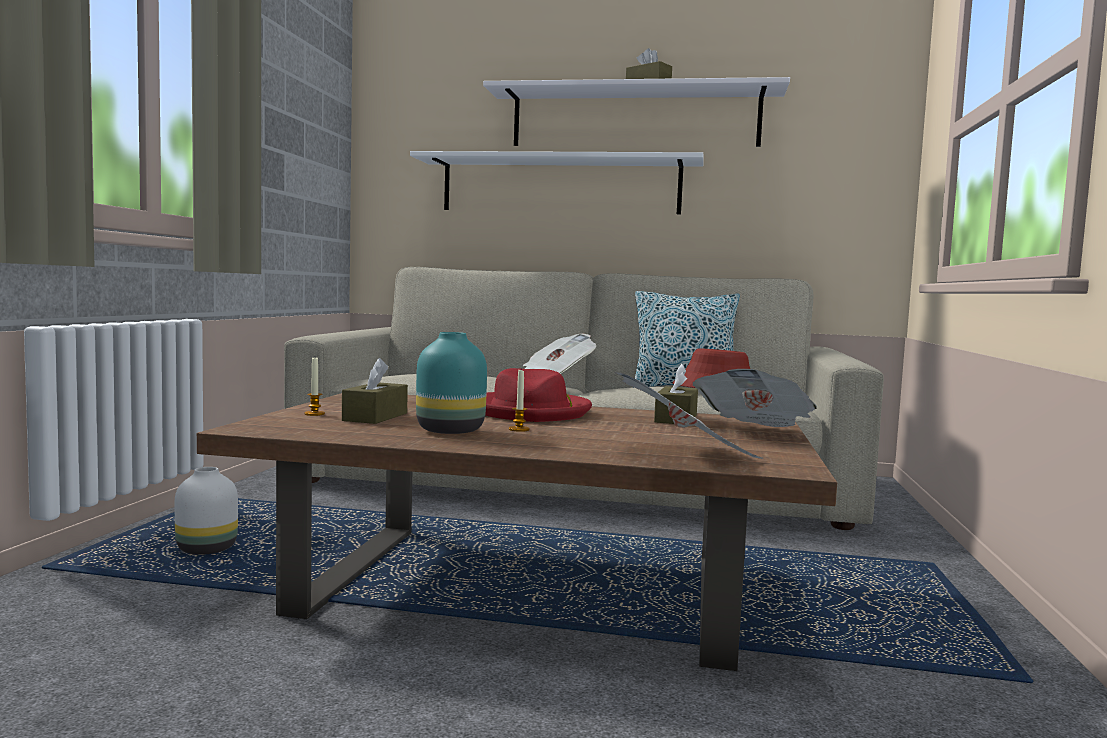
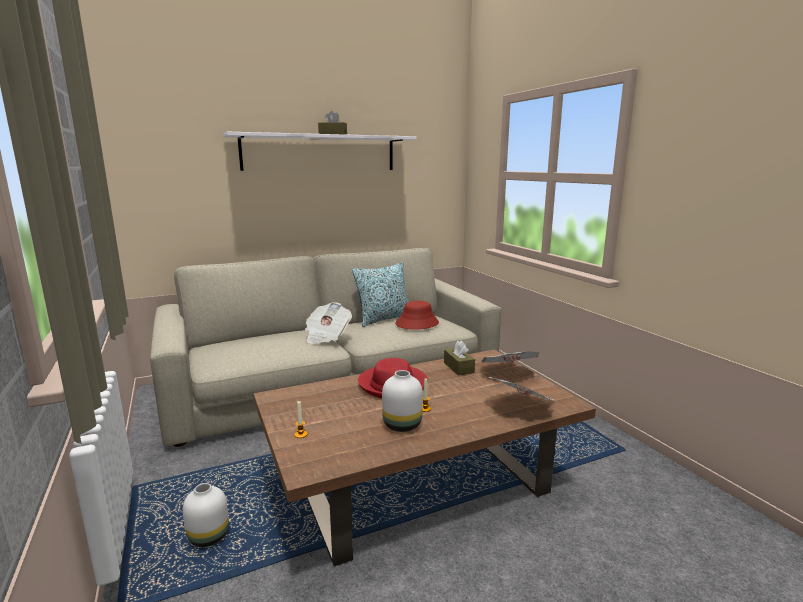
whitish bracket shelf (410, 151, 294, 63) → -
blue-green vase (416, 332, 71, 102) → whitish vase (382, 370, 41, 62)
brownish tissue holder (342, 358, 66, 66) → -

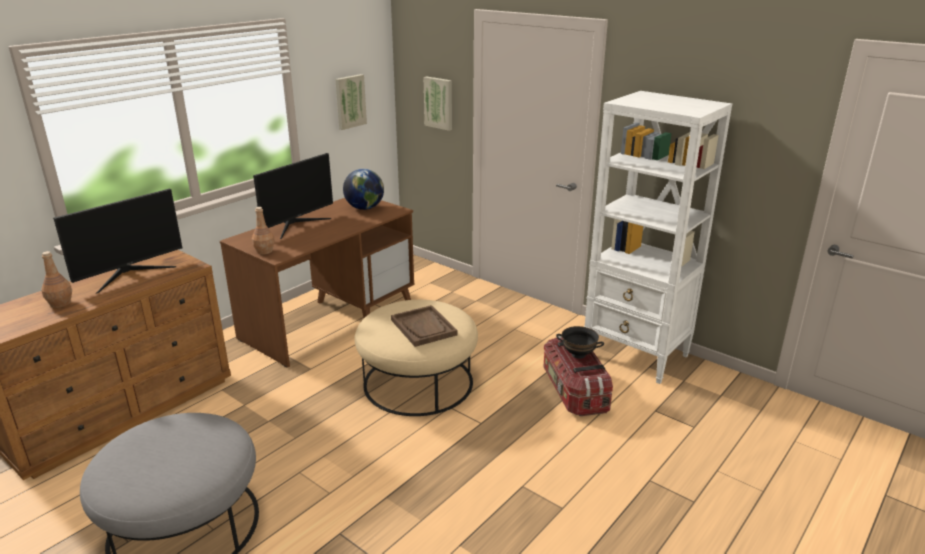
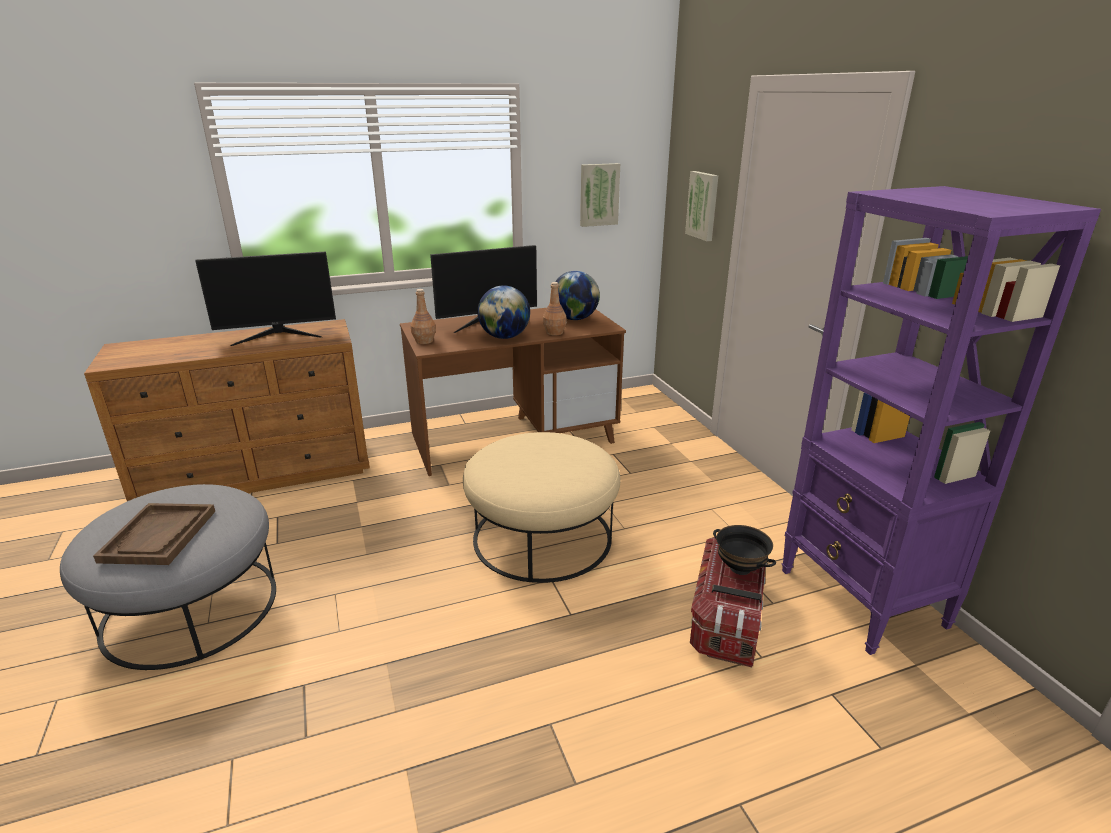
whitish bookcase (584, 91, 148, 293) → purplish bookcase (782, 186, 319, 469)
brownish beverage bottle (41, 251, 31, 57) → brownish beverage bottle (543, 282, 24, 54), shifted
brownish serving tray (391, 305, 66, 42) → brownish serving tray (93, 503, 122, 62), shifted
- → globe (477, 286, 53, 53)

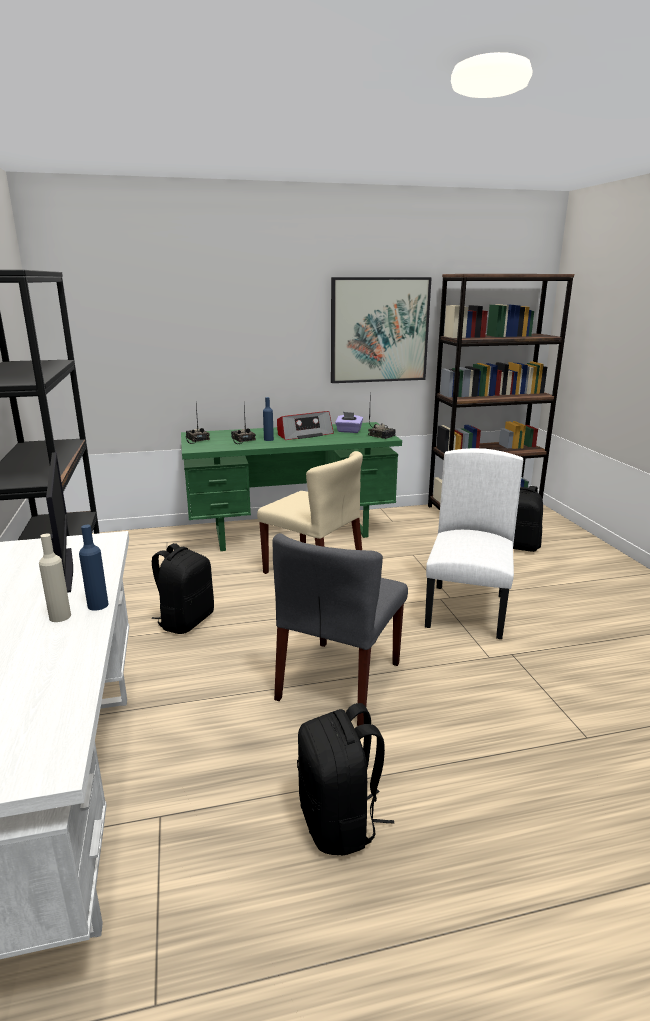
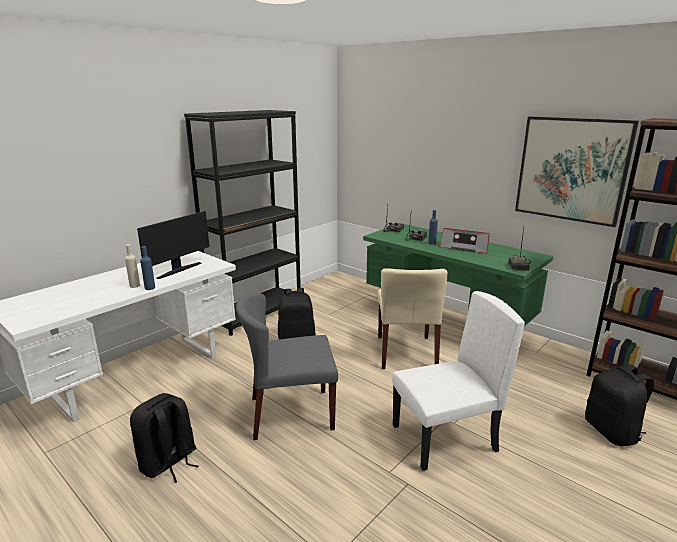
purplish tissue holder (335, 412, 28, 21) → -

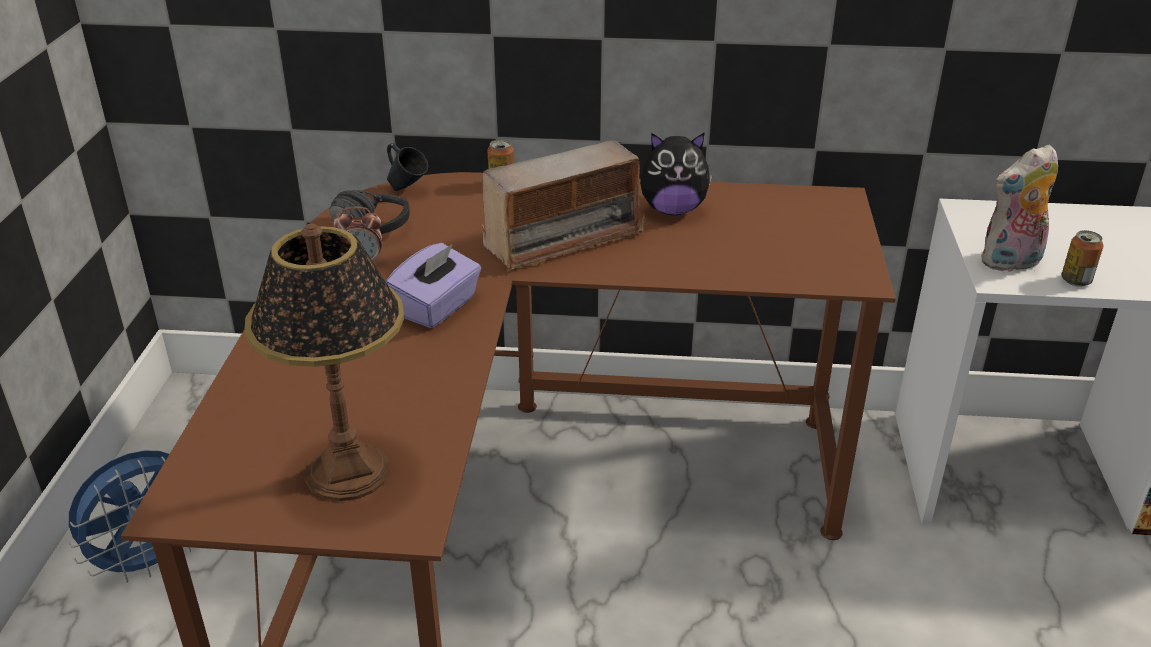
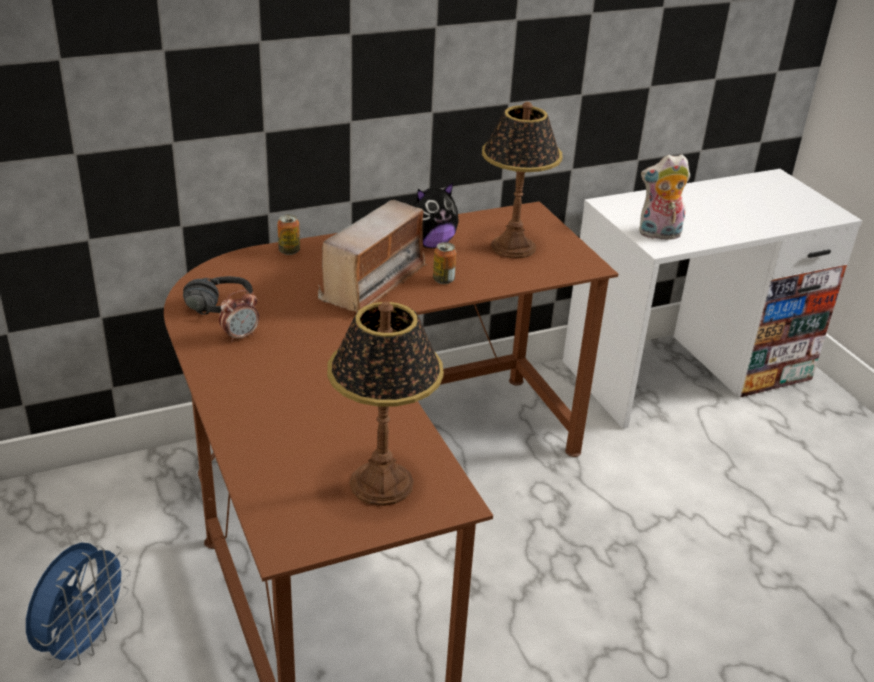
blue-coloured mug (387, 143, 41, 48) → -
plush toy (981, 144, 77, 128) → plush toy (639, 154, 51, 85), 45 degrees clockwise
metal can (1061, 230, 43, 57) → metal can (433, 242, 24, 42), shifted
purplish tissue holder (386, 243, 95, 85) → -
- → lamp for a table (482, 102, 81, 156)

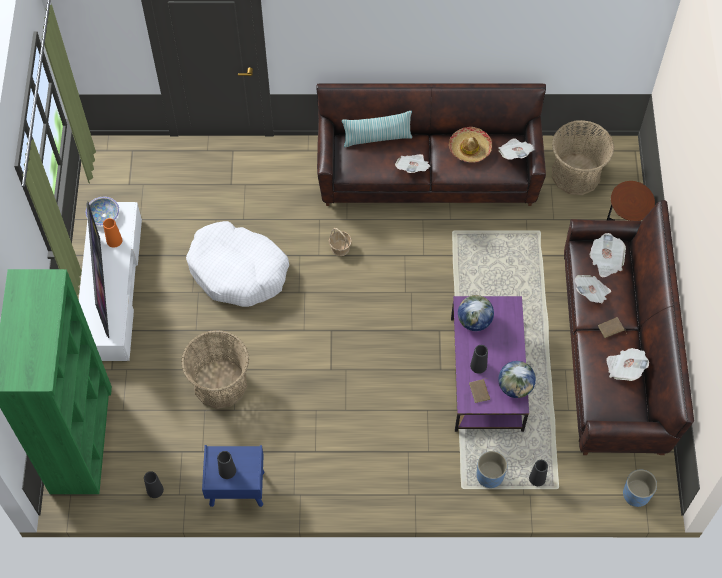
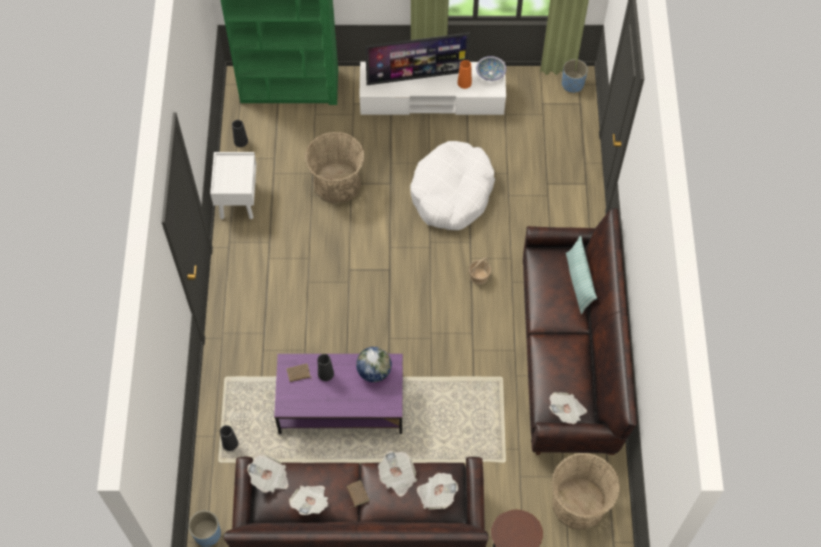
clothing hat (449, 127, 43, 35) → -
printed paper (395, 154, 35, 19) → printed paper (247, 454, 41, 39), shifted
globe (498, 361, 38, 37) → -
blue-coloured night table (202, 445, 62, 62) → whitish night table (210, 152, 47, 67)
blackish vase (217, 451, 19, 28) → -
blue-coloured flower pot (476, 451, 32, 37) → blue-coloured flower pot (562, 59, 26, 34), shifted

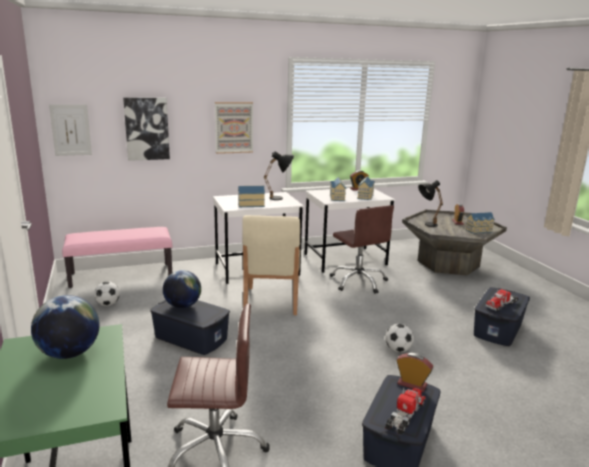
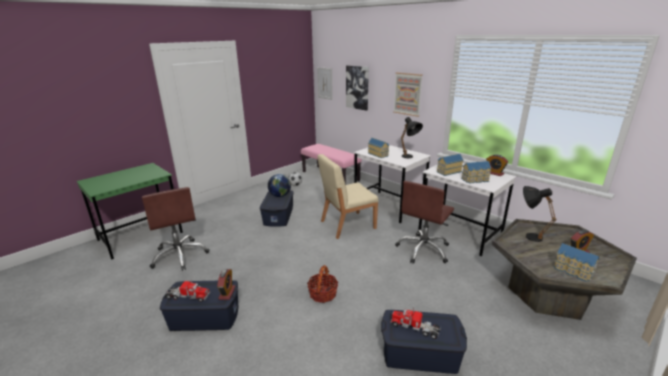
globe (31, 295, 69, 64) → -
football ball (385, 324, 29, 28) → basket (307, 265, 31, 38)

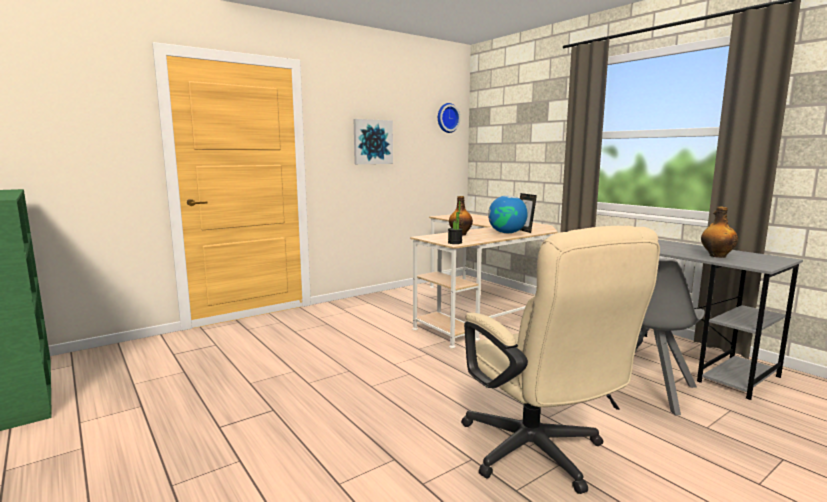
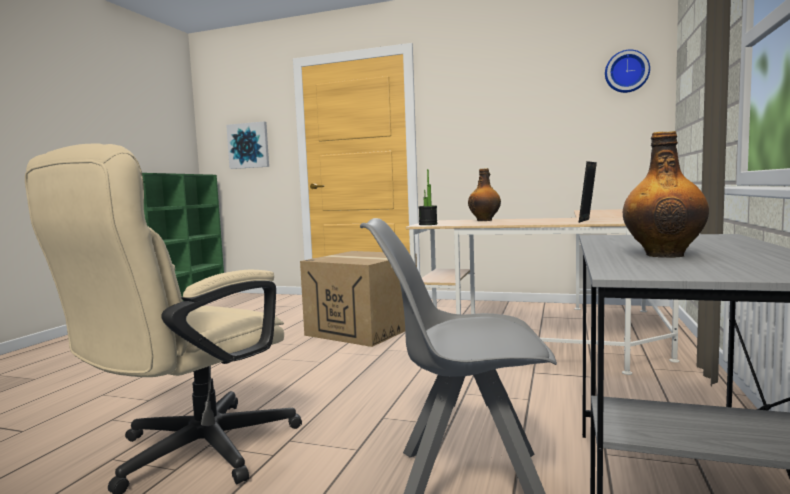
picture (354, 119, 39, 45) → picture (226, 121, 43, 48), shifted
globe (488, 195, 40, 38) → -
- → carton (300, 251, 117, 96)

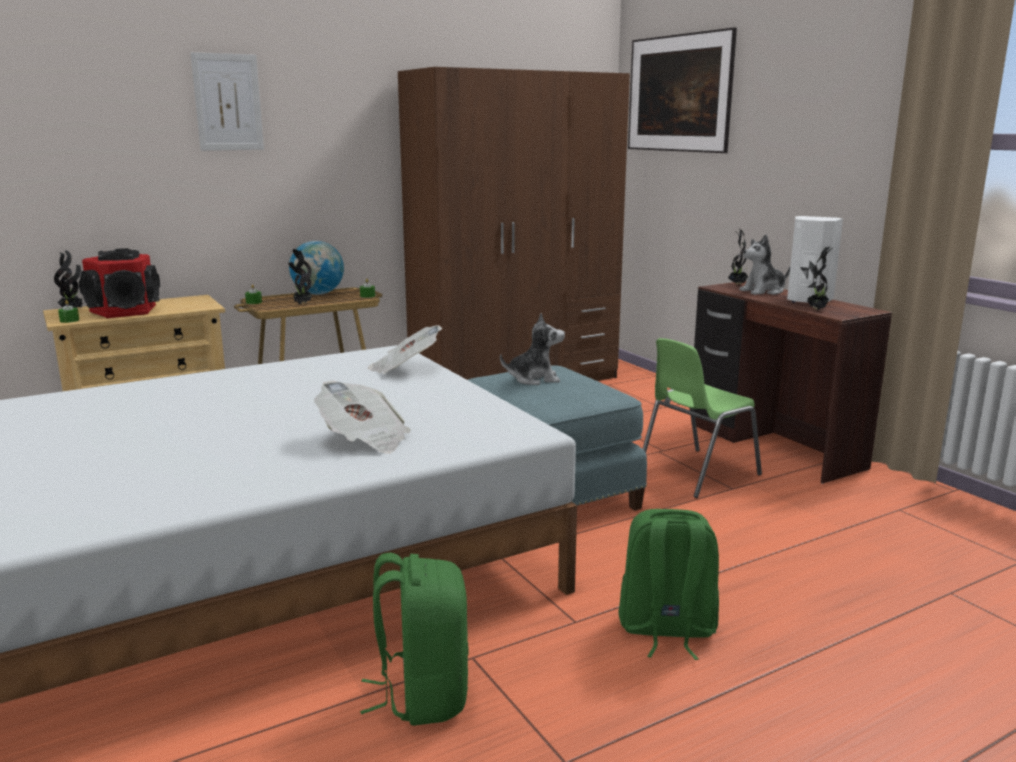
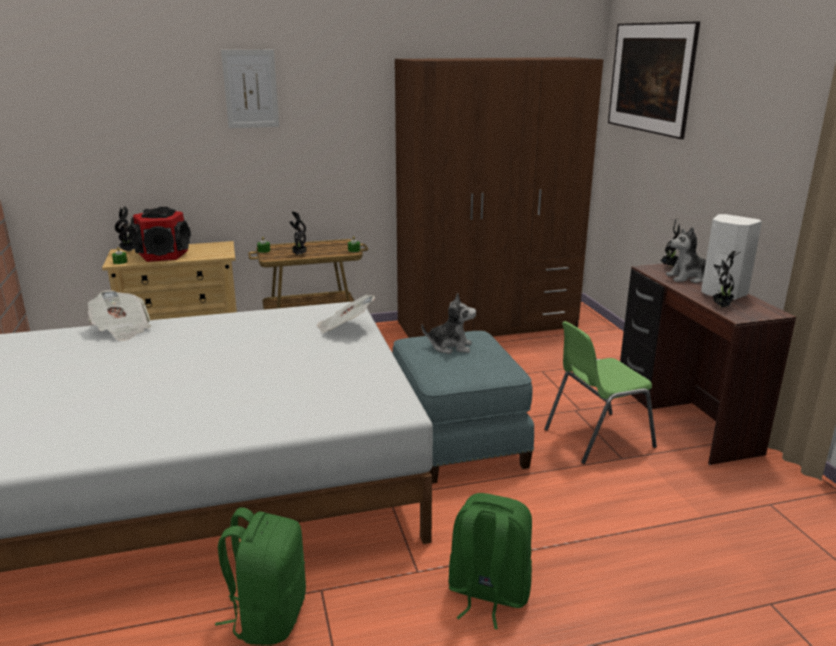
globe (289, 241, 55, 54) → -
printed paper (314, 381, 97, 72) → printed paper (88, 290, 63, 51), shifted

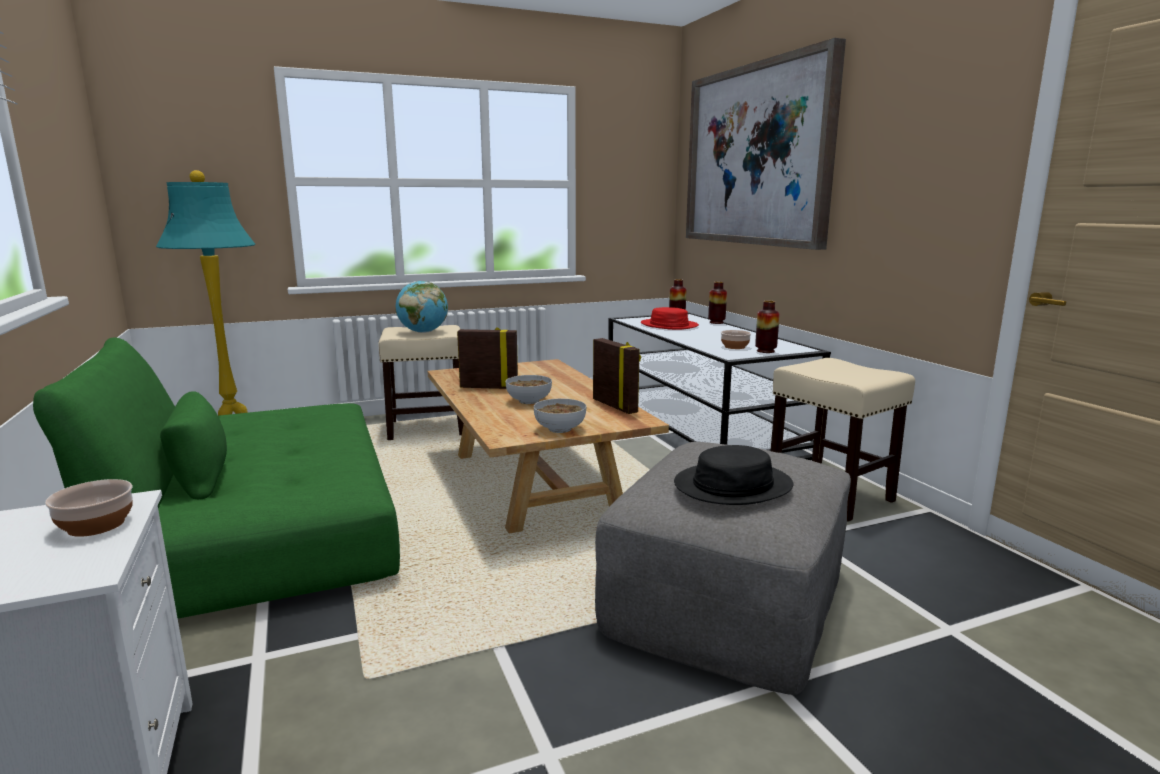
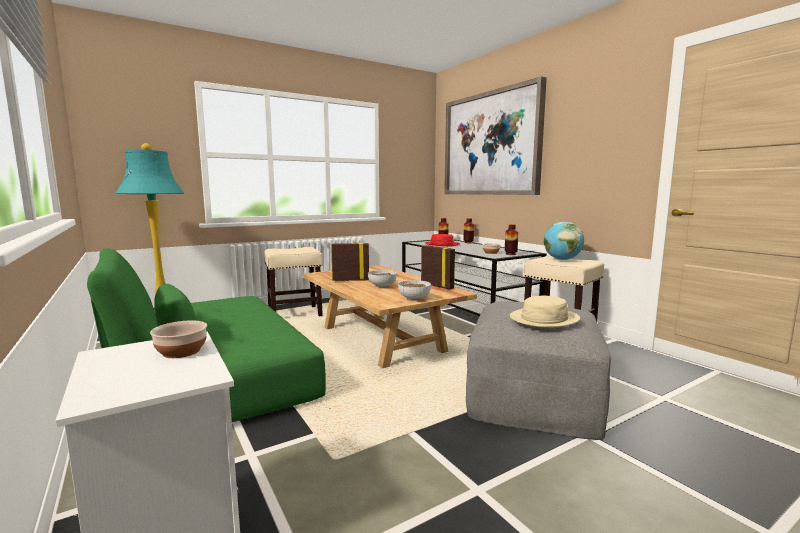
globe (396, 281, 52, 52) → globe (543, 222, 41, 38), shifted
blackish clothing hat (674, 445, 119, 60) → beige-coloured clothing hat (510, 296, 70, 32)

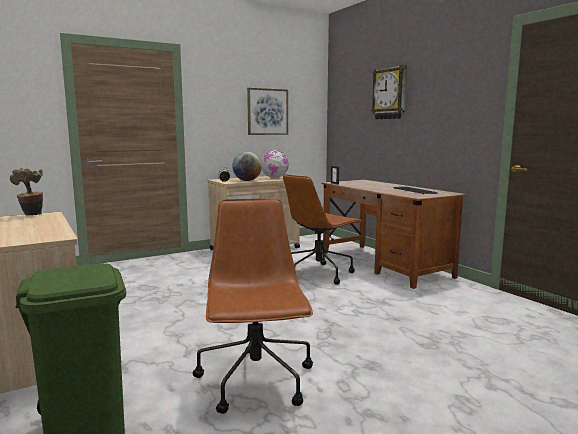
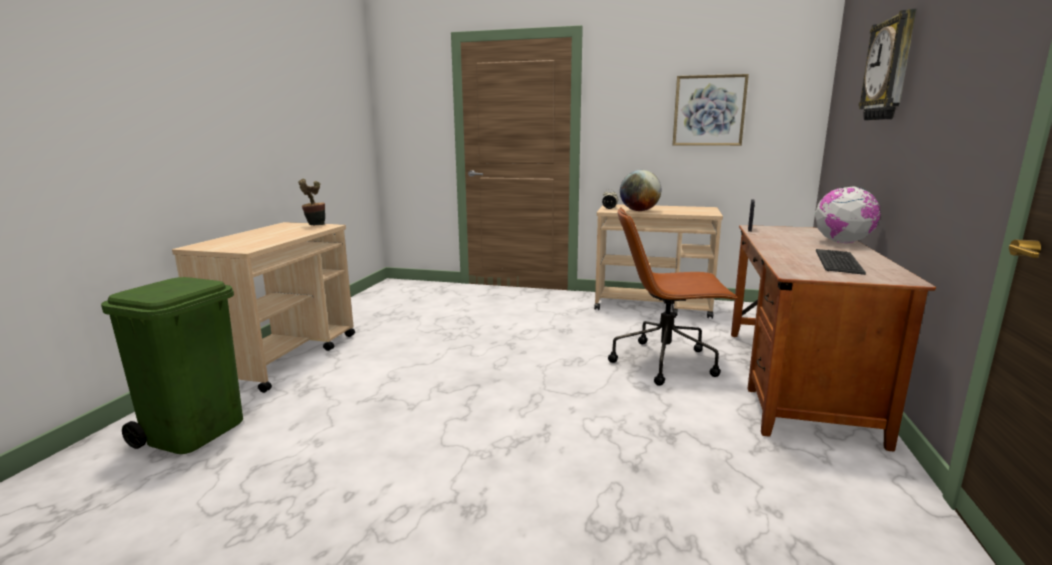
globe (261, 150, 28, 28) → globe (815, 186, 66, 57), shifted
brownish desk chair (193, 198, 120, 216) → -

